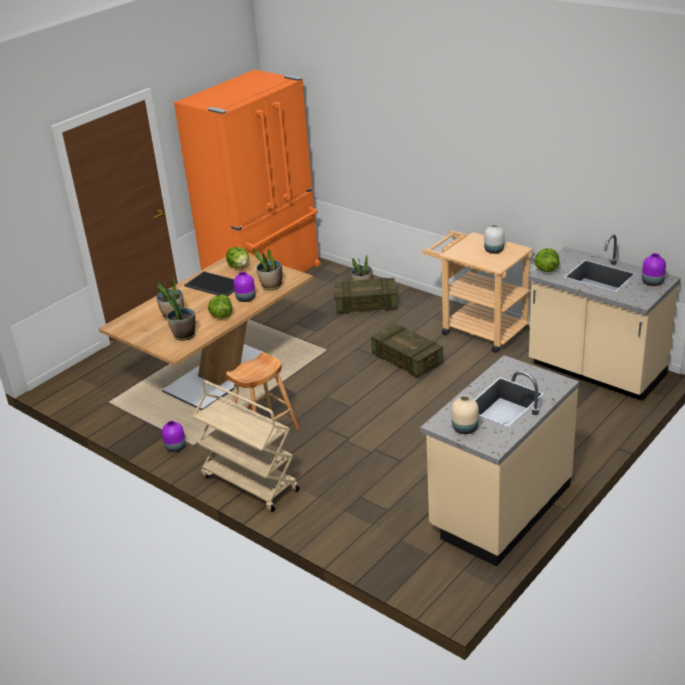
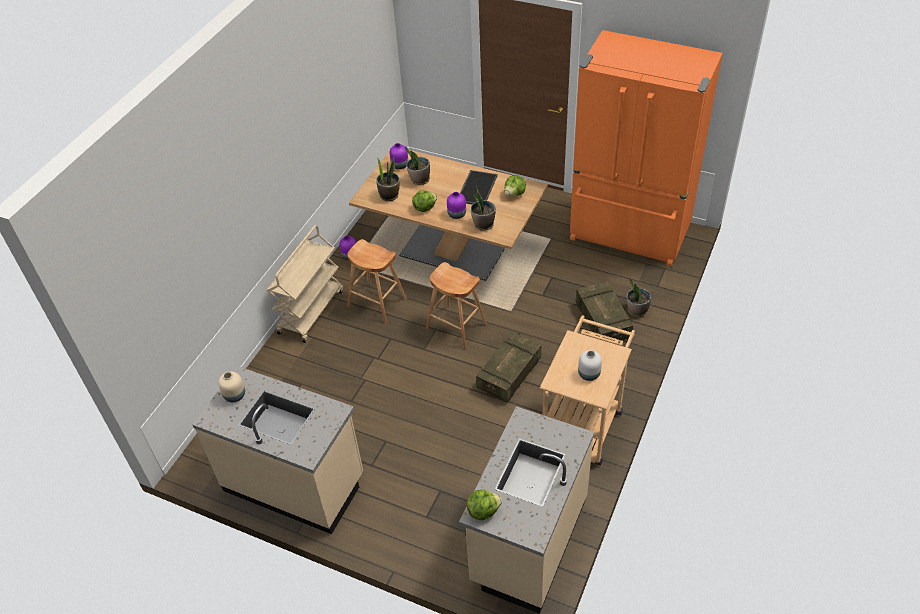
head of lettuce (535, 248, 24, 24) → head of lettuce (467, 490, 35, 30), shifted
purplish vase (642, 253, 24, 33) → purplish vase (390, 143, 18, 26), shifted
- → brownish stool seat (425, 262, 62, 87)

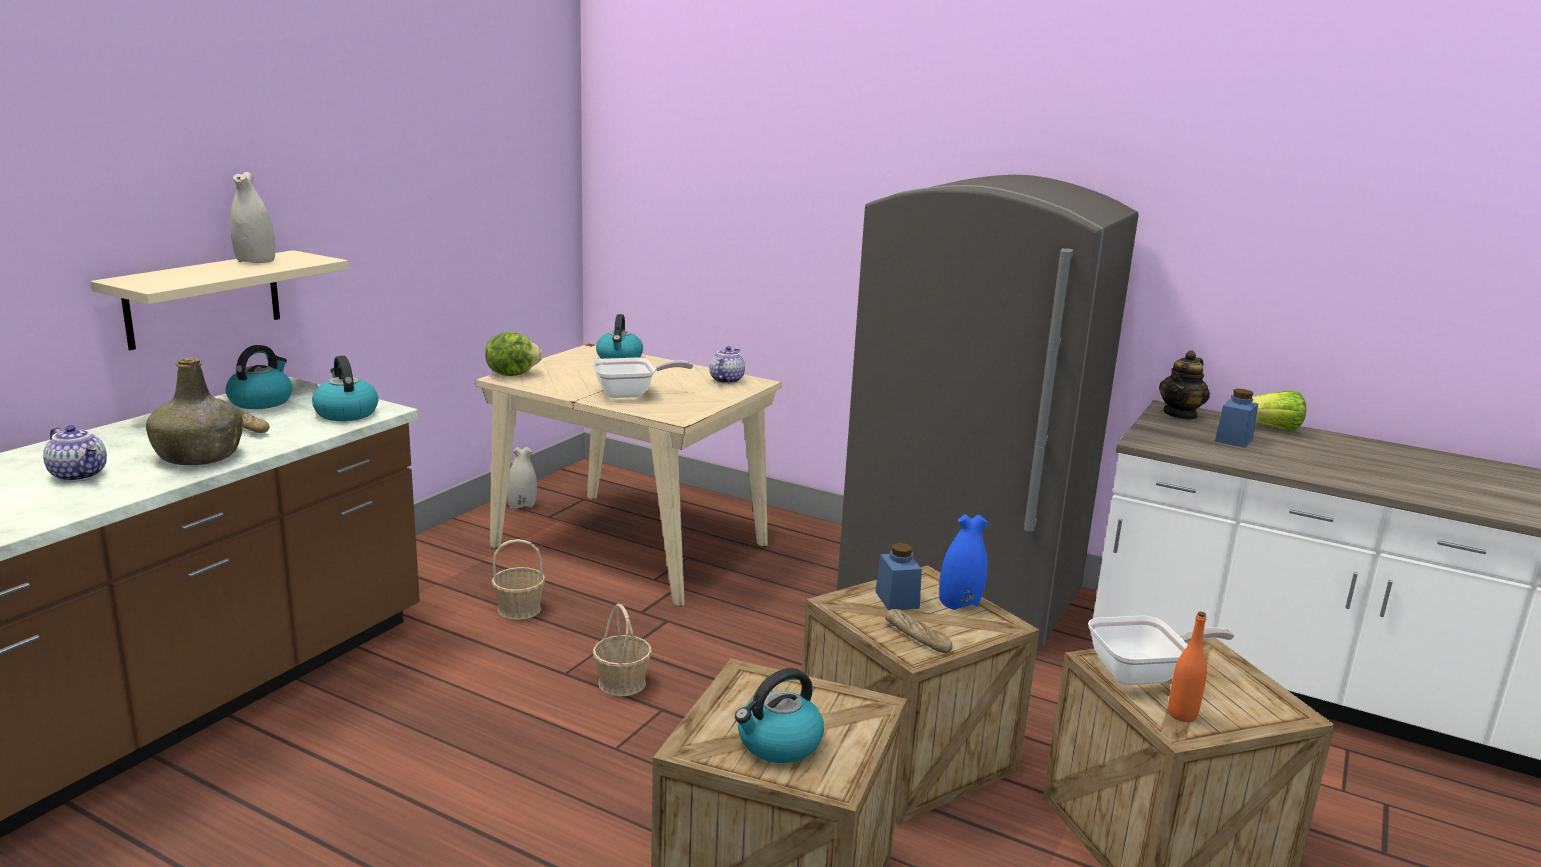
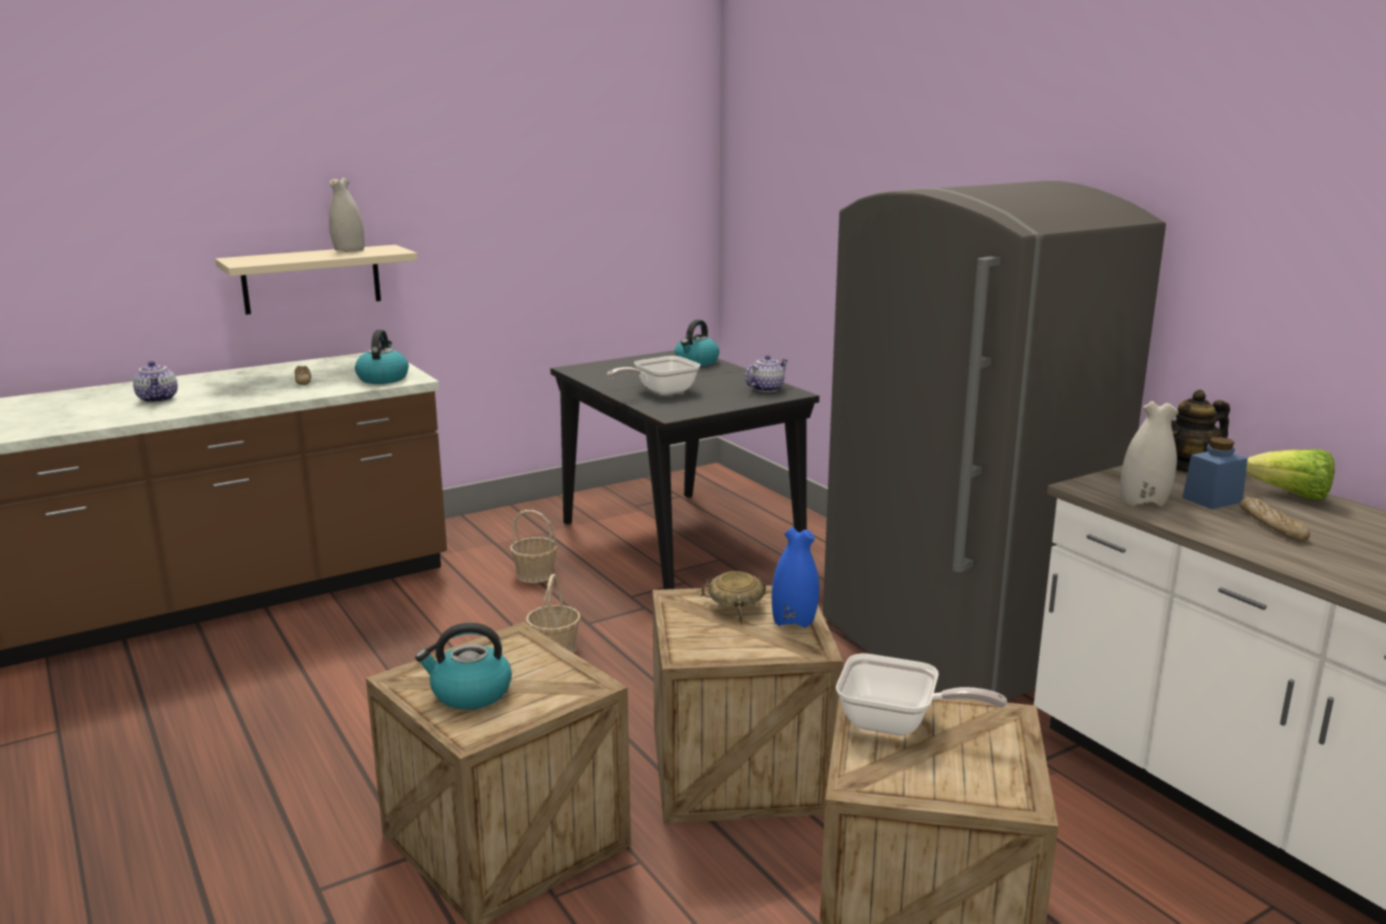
head of lettuce (485, 332, 58, 44) → -
beige-coloured kitchen table (475, 344, 306, 263) → blackish kitchen table (550, 350, 269, 239)
tea kettle (225, 345, 67, 64) → -
green beverage bottle (146, 357, 97, 108) → -
skillet (592, 358, 101, 40) → skillet (607, 356, 93, 39), 135 degrees clockwise
whitish vase (507, 447, 30, 63) → whitish vase (1120, 401, 59, 106), shifted
blue-coloured jar (875, 543, 47, 68) → beige-coloured deep dish (701, 571, 65, 54)
bakery bread (885, 609, 68, 44) → bakery bread (1240, 497, 70, 45), shifted
orangey beverage bottle (1168, 611, 39, 111) → -

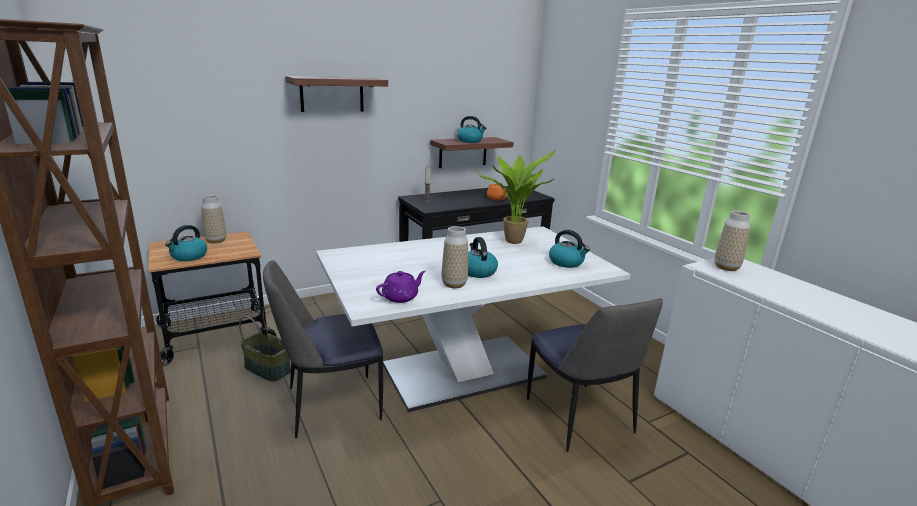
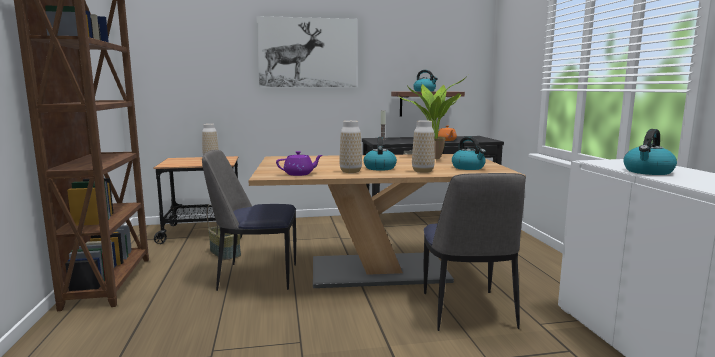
bracket shelf (285, 76, 103, 36) → picture (256, 16, 101, 71)
vase (714, 211, 36, 60) → vase (412, 120, 23, 53), shifted
tea kettle (165, 225, 42, 36) → tea kettle (623, 129, 54, 46), shifted
whitish kitchen table (316, 226, 315, 186) → brownish kitchen table (248, 154, 278, 134)

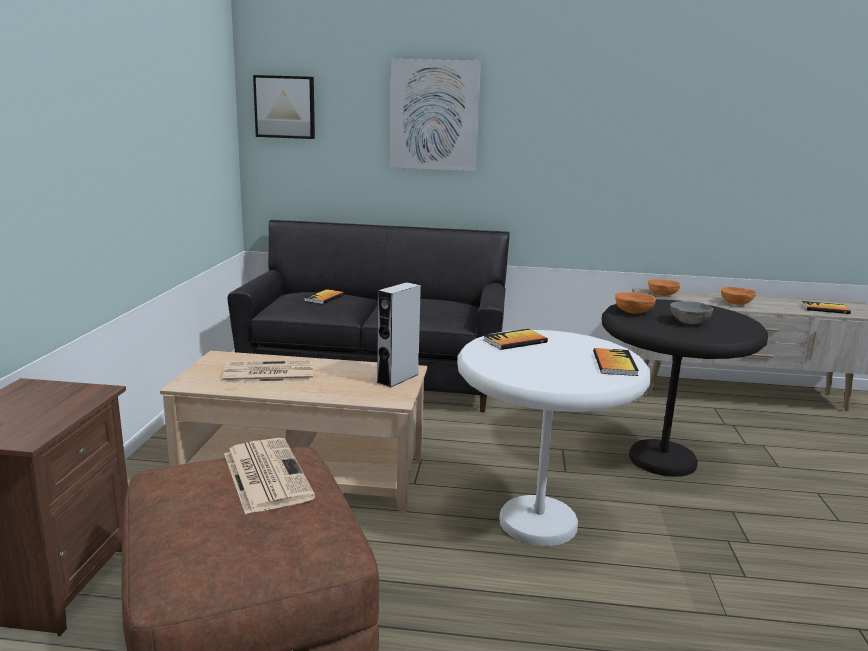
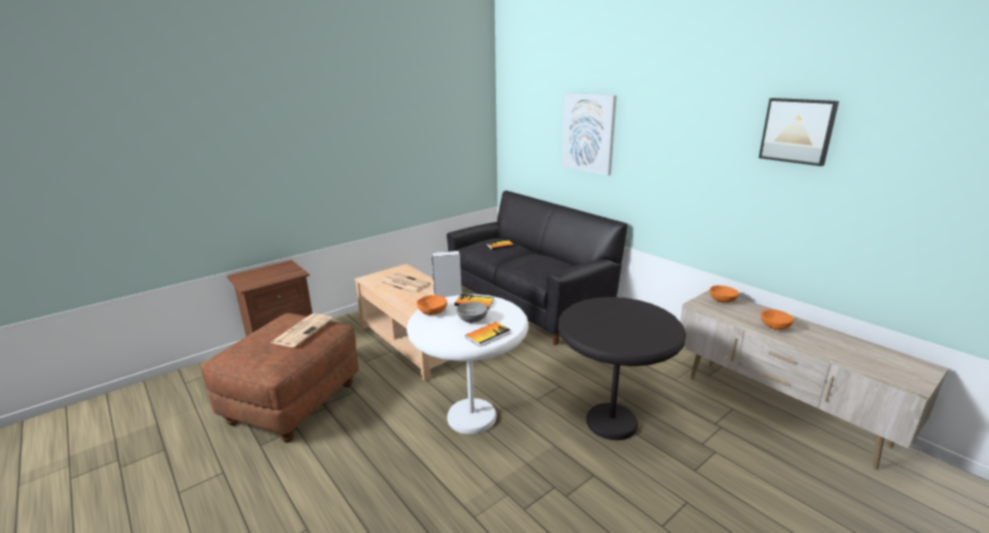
picture (253, 75, 62, 64) → picture (759, 98, 80, 68), shifted
orangey deep dish (615, 292, 41, 22) → orangey deep dish (416, 295, 31, 20), shifted
grey deep dish (670, 301, 43, 23) → grey deep dish (456, 302, 32, 21), shifted
volume (801, 301, 50, 13) → -

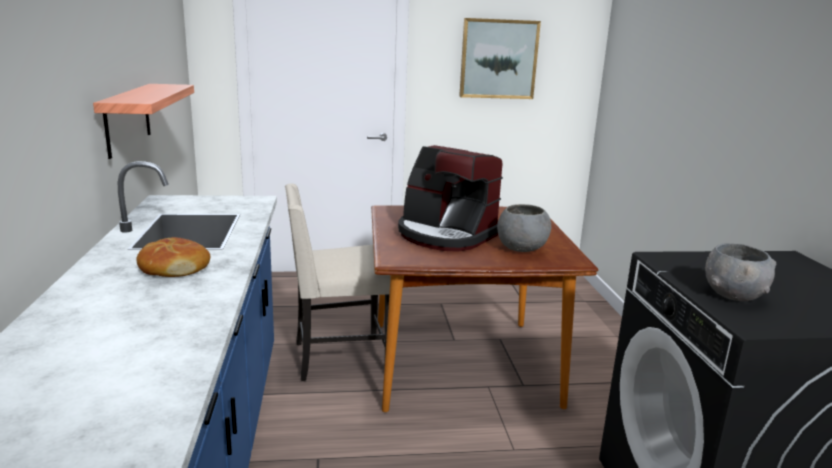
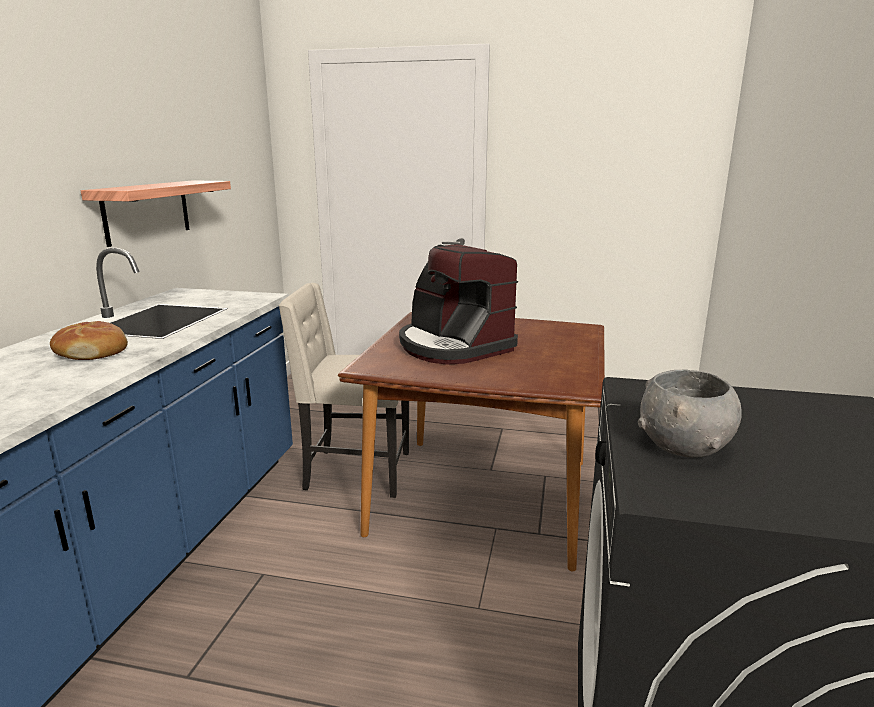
picture (459, 18, 82, 81) → -
grey deep dish (497, 204, 54, 48) → -

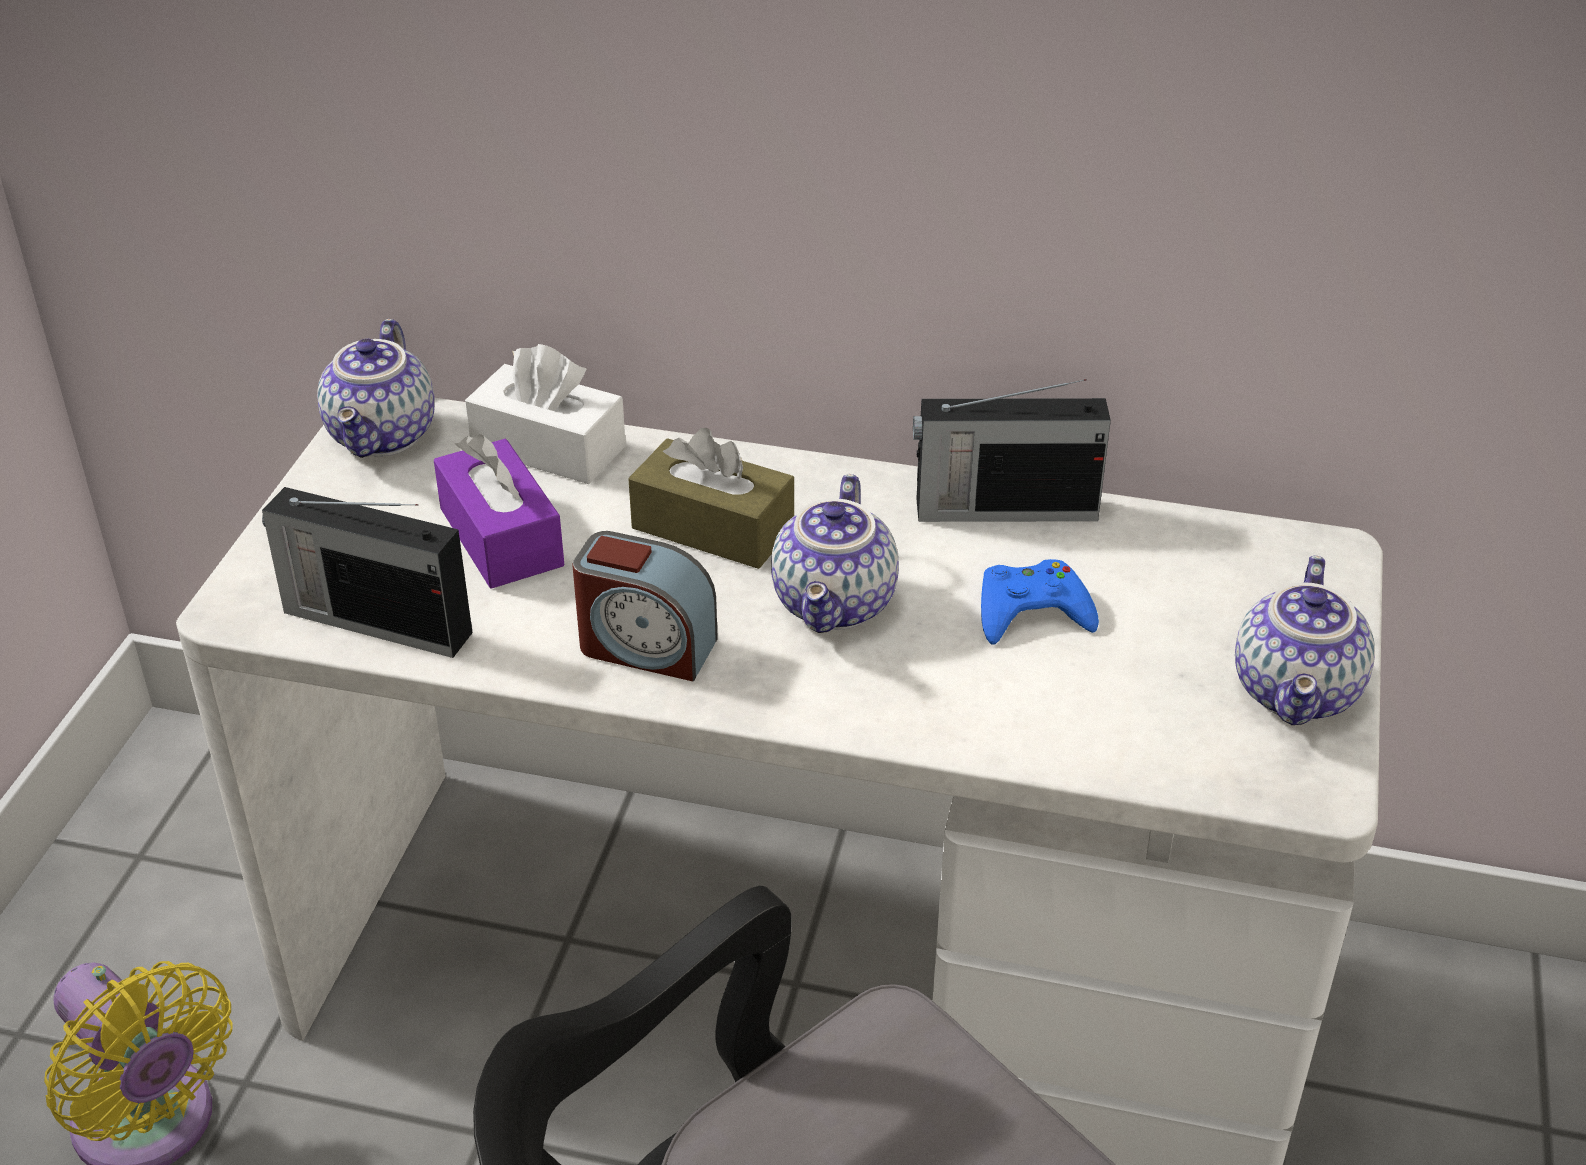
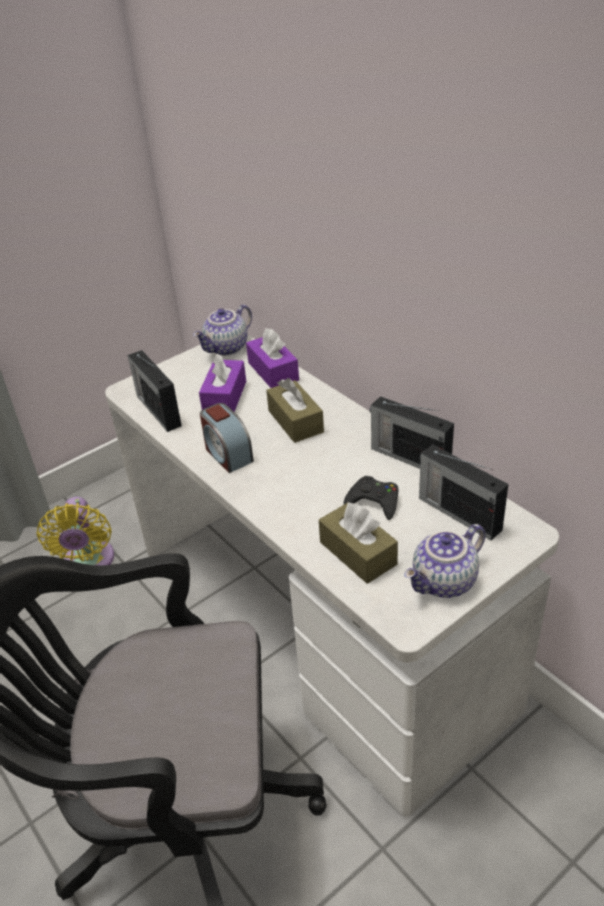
whitish tissue holder (465, 344, 161, 140) → purplish tissue holder (246, 328, 53, 60)
teapot (771, 474, 128, 159) → -
blue-coloured game controller (981, 559, 118, 86) → blackish game controller (343, 476, 56, 44)
- → radio receiver (419, 445, 89, 95)
- → brownish tissue holder (319, 501, 79, 83)

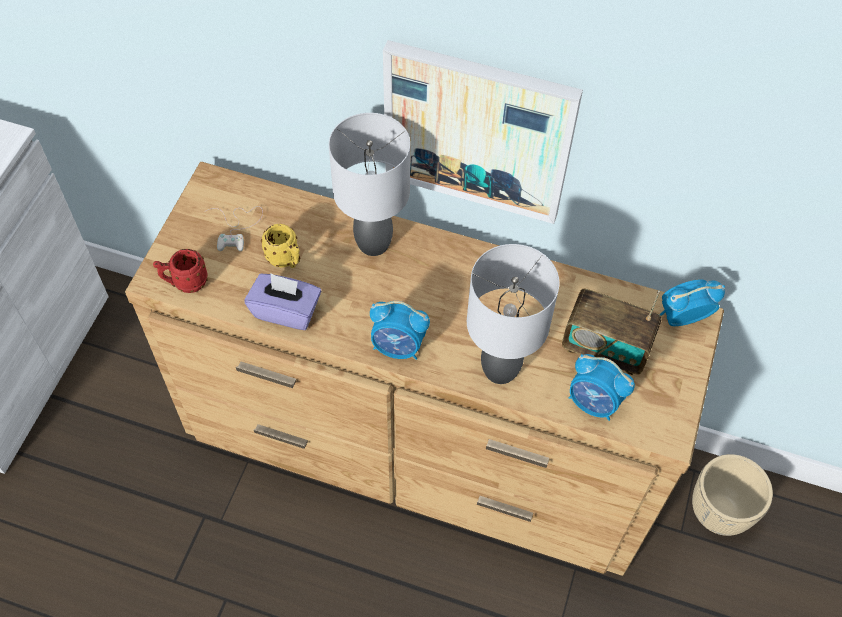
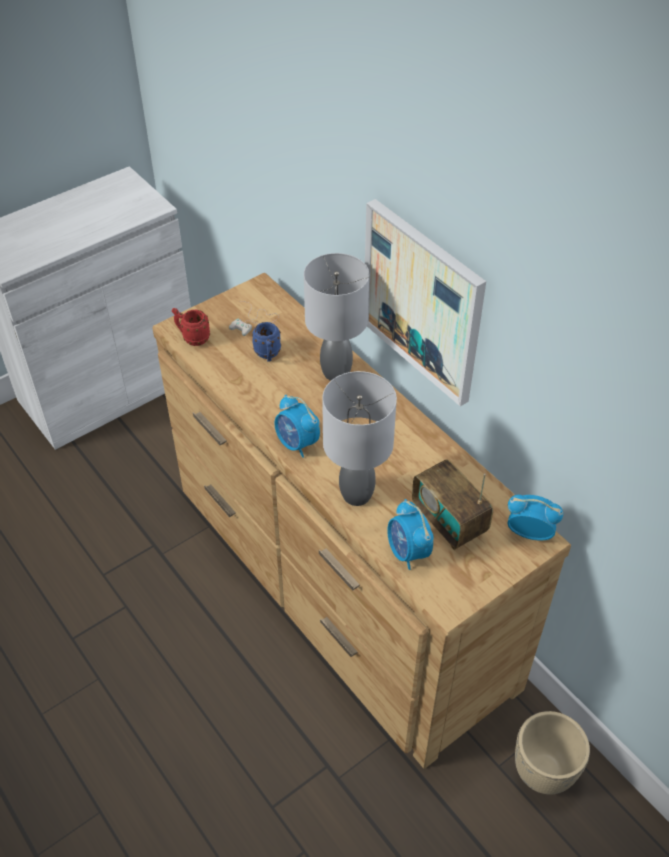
yellow mug (261, 224, 39, 44) → blue-coloured mug (252, 322, 29, 40)
purplish tissue holder (244, 273, 78, 57) → -

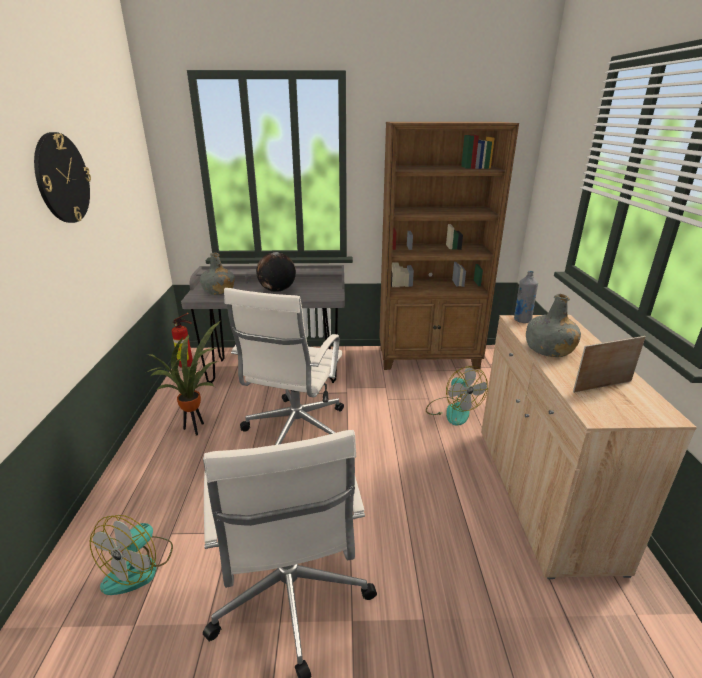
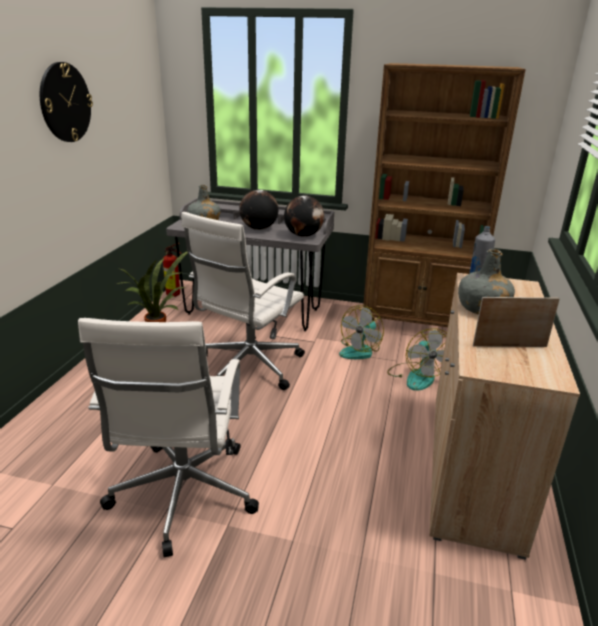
electric fan (90, 515, 83, 80) → electric fan (339, 305, 45, 54), shifted
- → globe (284, 195, 40, 42)

